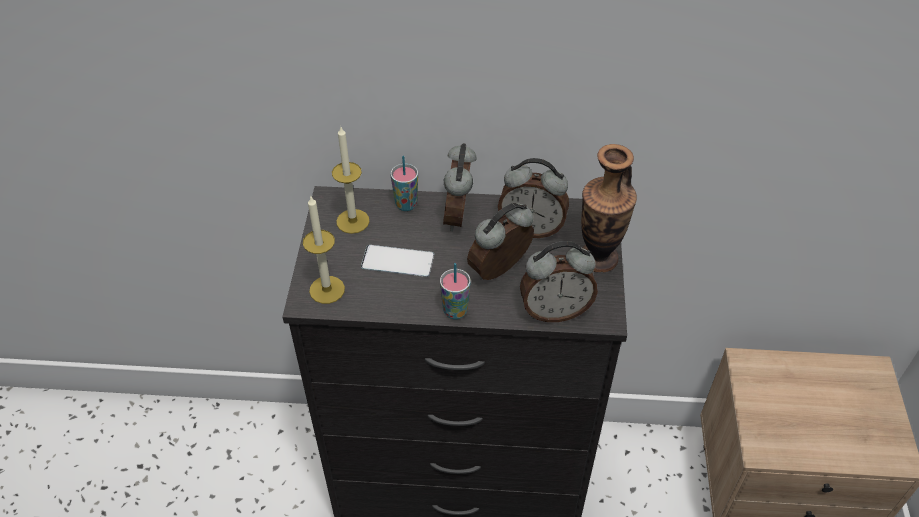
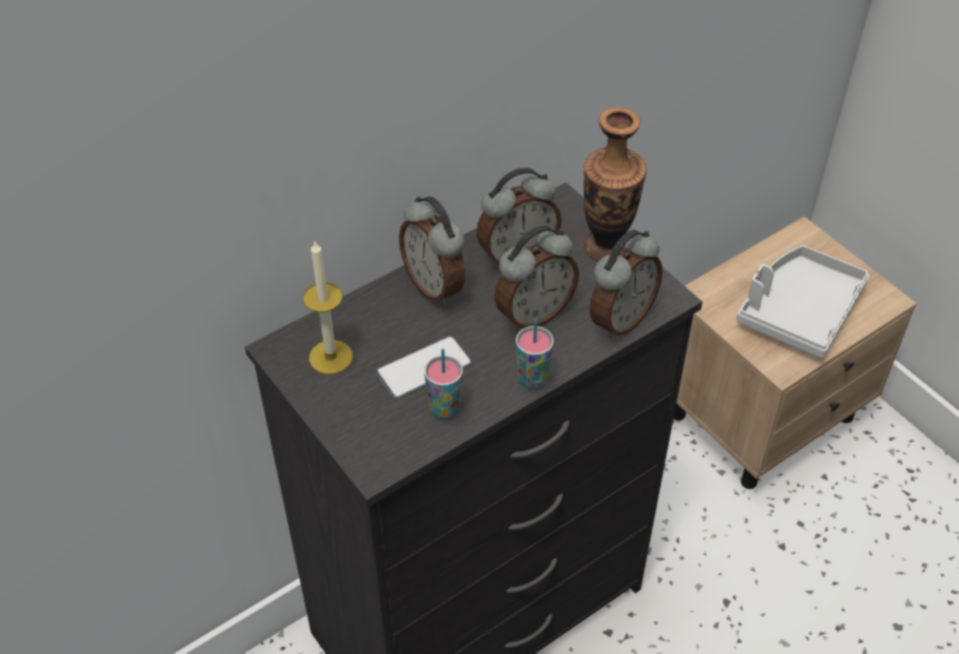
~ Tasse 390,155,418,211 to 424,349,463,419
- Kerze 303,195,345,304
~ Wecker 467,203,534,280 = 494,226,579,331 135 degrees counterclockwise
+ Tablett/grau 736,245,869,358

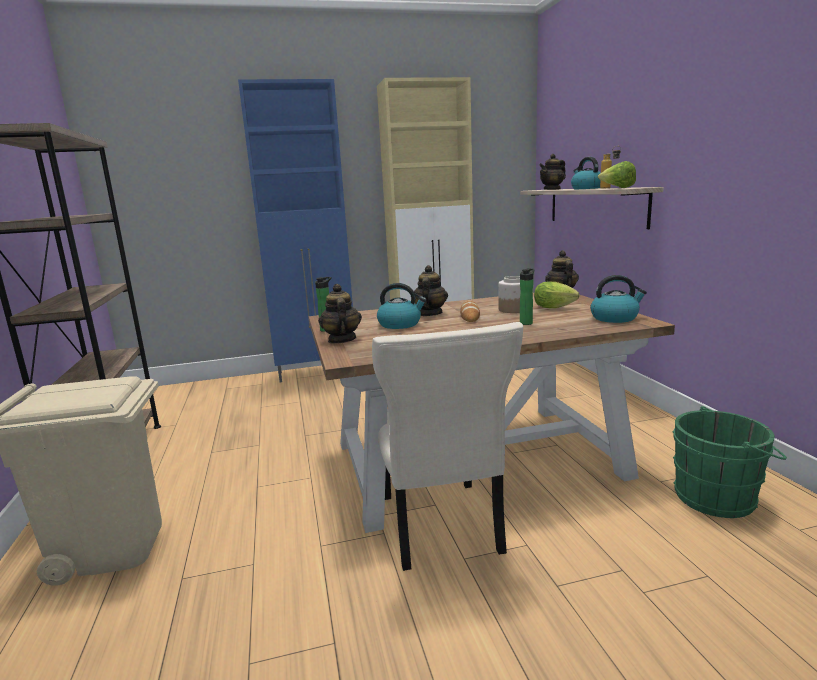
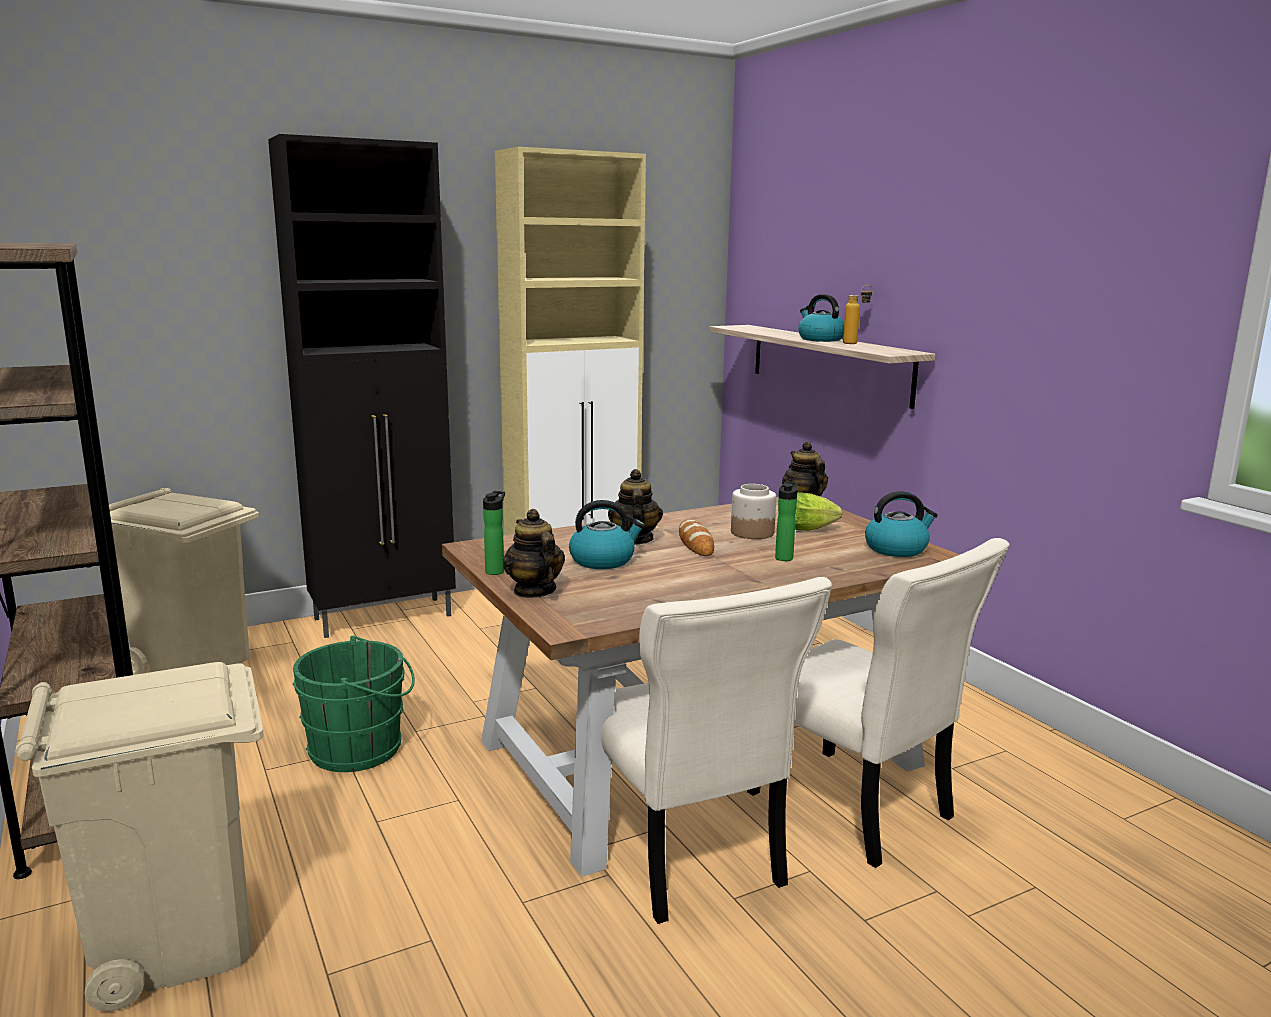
~ Schrank/blau 238,79,353,383 to Schrank/schwarz 268,134,456,638
- Teekanne 539,154,566,190
- Salatkopf 598,161,636,188
~ Eimer/grün 673,406,787,518 to 293,635,415,772
+ Mülleimer/beige 109,488,259,675
+ Stuhl/beige 747,538,1010,868

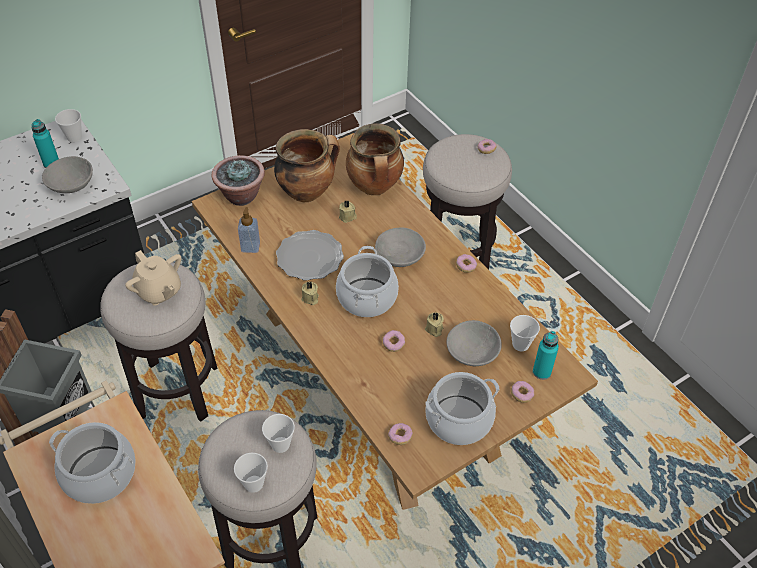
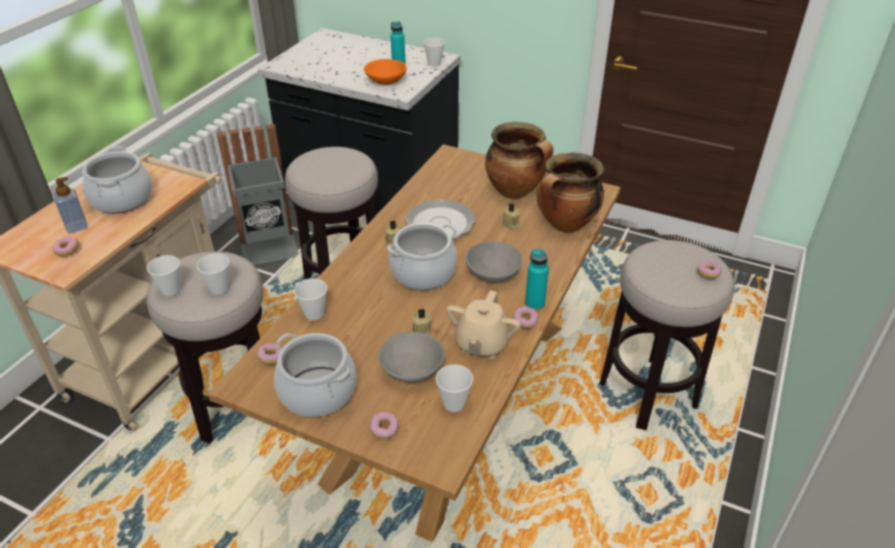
- Topfpflanze 211,155,265,206
~ Schüssel/grau 42,156,93,193 to Schüssel/orange 364,59,407,85
~ Seifenspender 238,207,260,253 to 53,177,88,233
~ Teekanne/beige 125,250,181,305 to 446,290,521,359
~ Donut 383,330,405,352 to 53,237,79,257
~ Flasche/türkis 533,331,559,380 to 525,249,549,310
+ Tasse 294,278,327,320

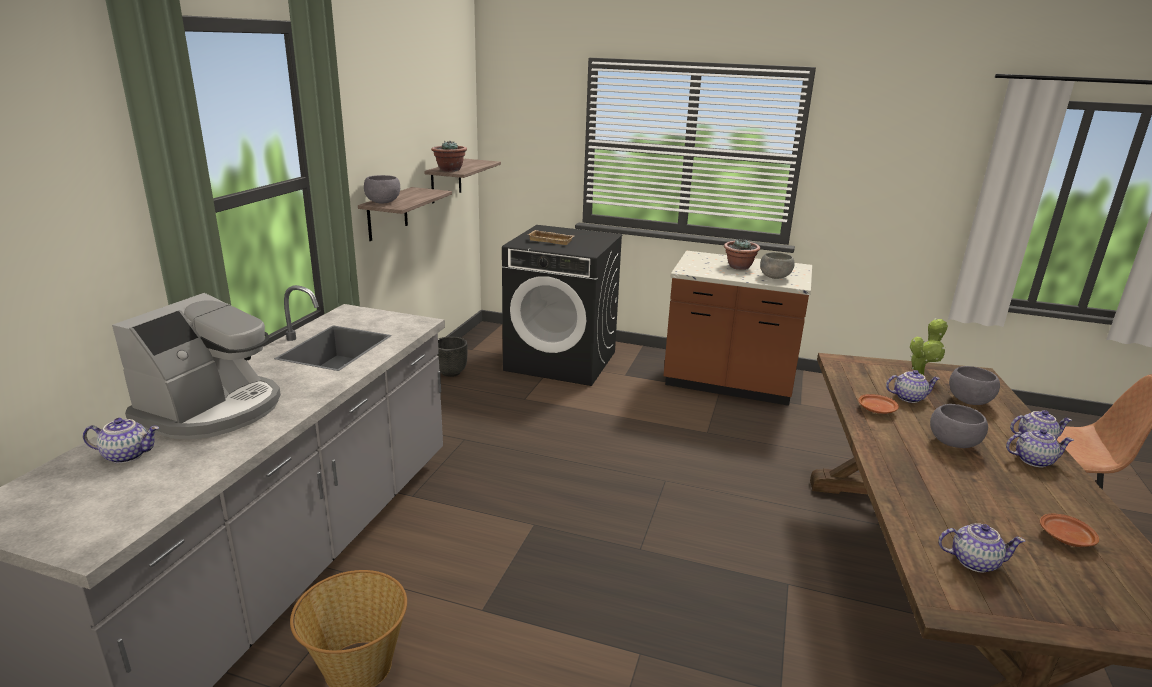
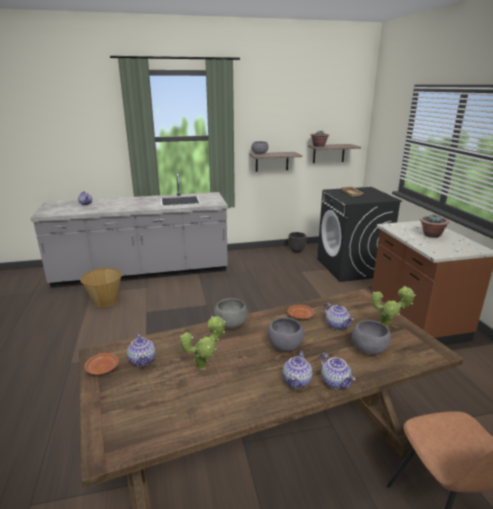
~ Schüssel/grau 760,252,795,279 to 214,298,247,328
- Kaffeemaschine 112,293,281,440
~ Teekanne 1006,429,1074,467 = 283,351,312,388 45 degrees clockwise
~ Teller/braun 1040,514,1099,547 to 84,353,119,375
+ Topfpflanze 180,316,226,370

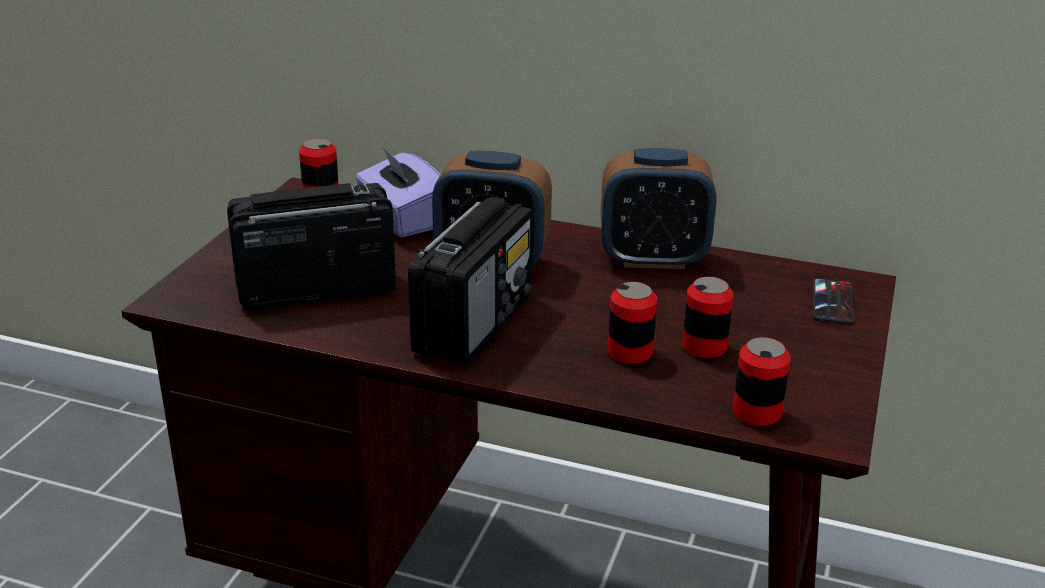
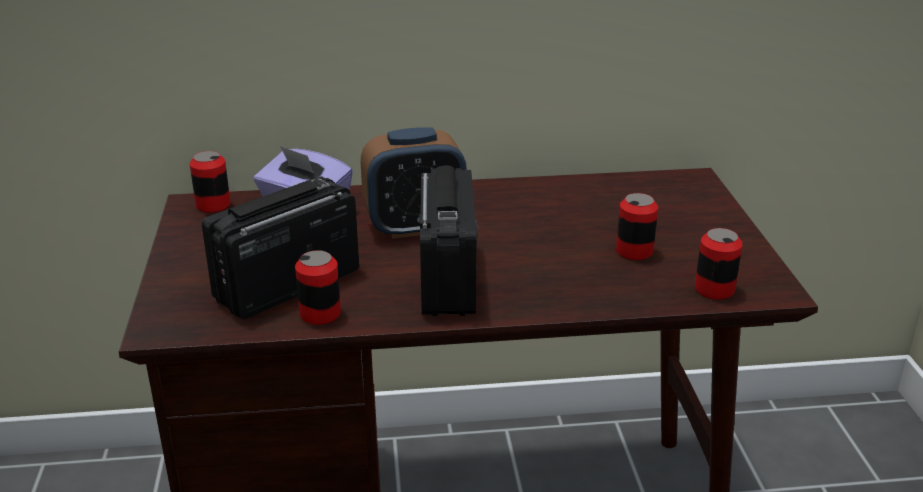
- Wecker 601,148,716,269
- Handy 813,278,855,325
~ Dose 607,282,657,364 to 295,250,341,325

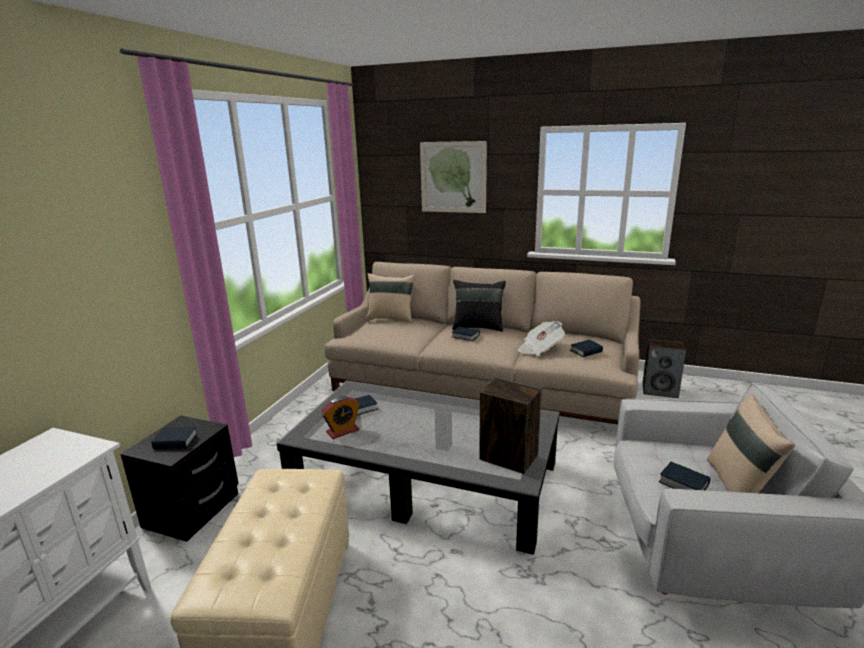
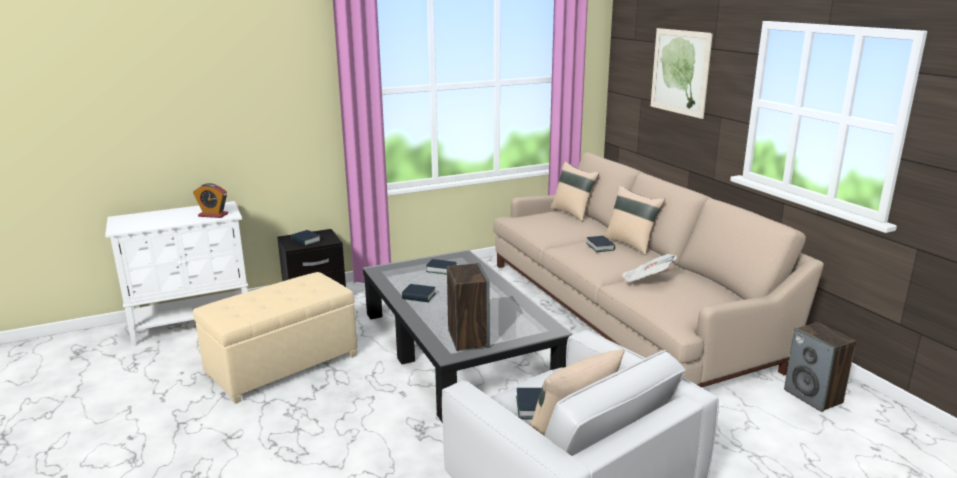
~ Kissen/schwarz 452,280,506,332 to Kissen/beige 604,185,665,255
~ Buch 570,340,603,357 to 402,284,436,302
~ Wecker 321,396,360,439 to 193,183,228,218

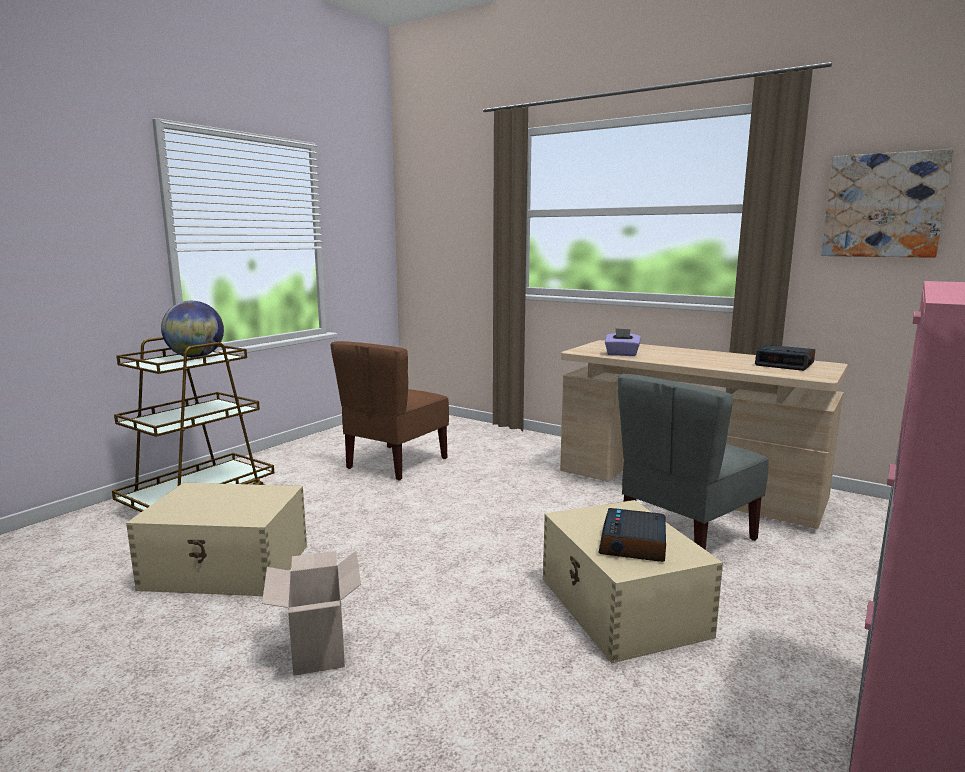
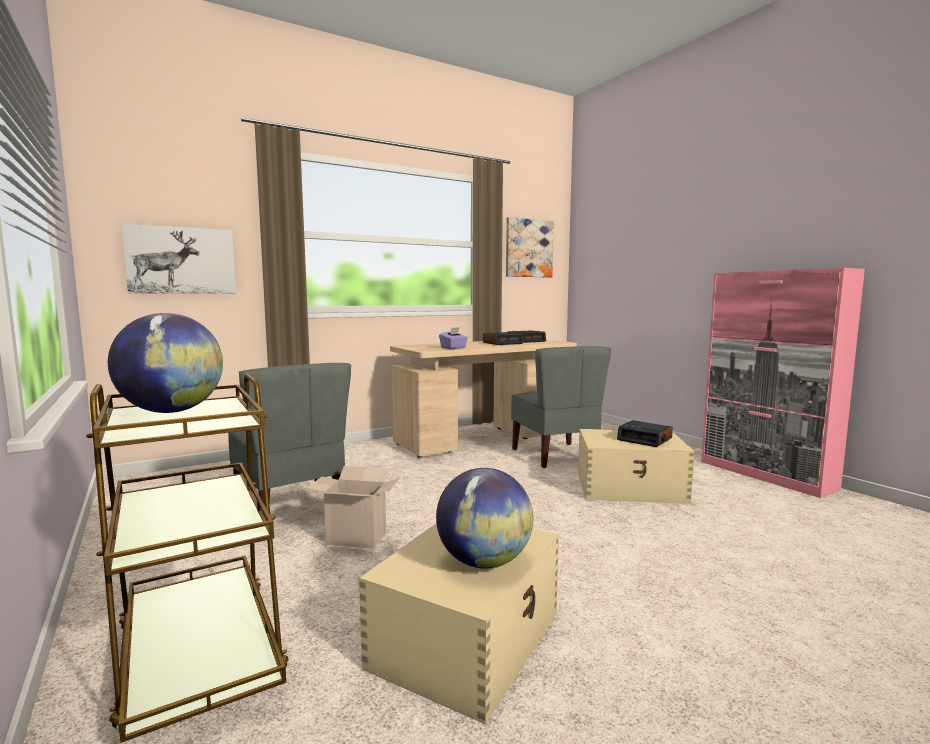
~ Stuhl/braun 330,341,449,480 to Stuhl/grau 228,363,351,516
~ Karton 262,551,361,676 to 306,466,401,549
+ Bild 121,223,236,294
+ Wecker 483,332,523,345
+ Globus 436,468,533,568

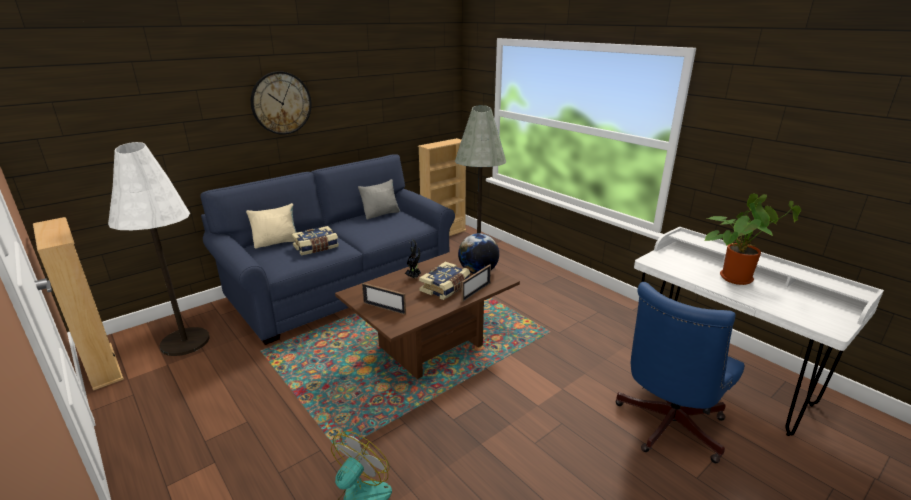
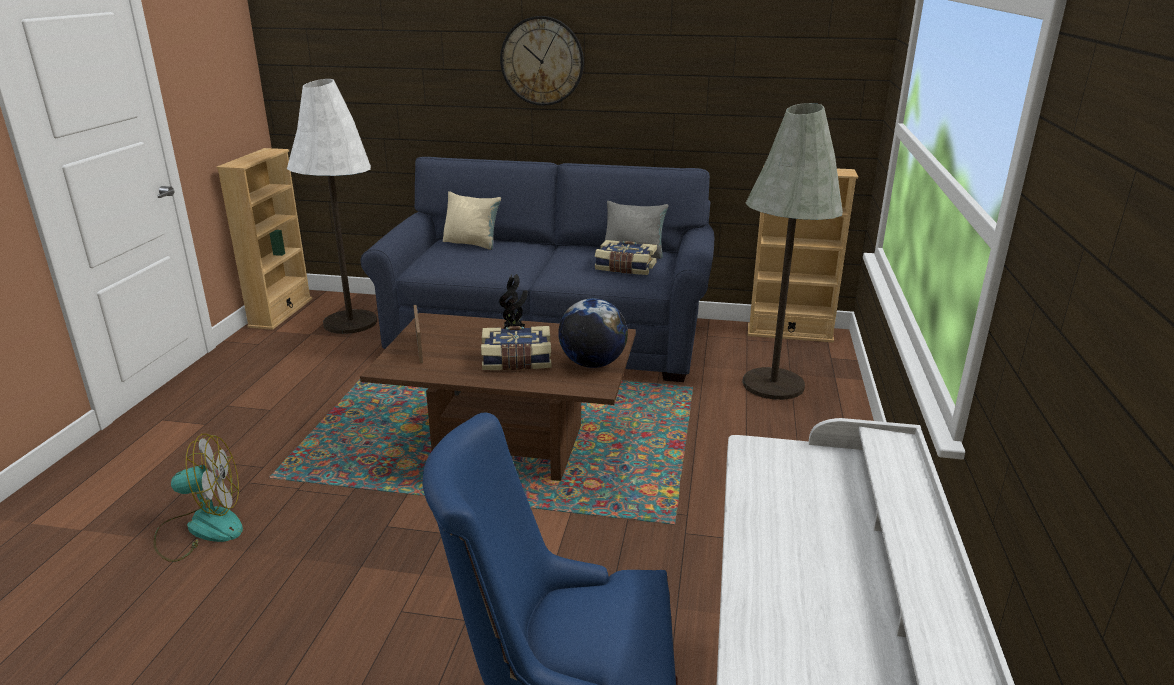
- Topfpflanze 704,194,801,285
~ Buch 291,226,339,255 to 595,240,657,275
- Bilderrahmen 461,264,491,302

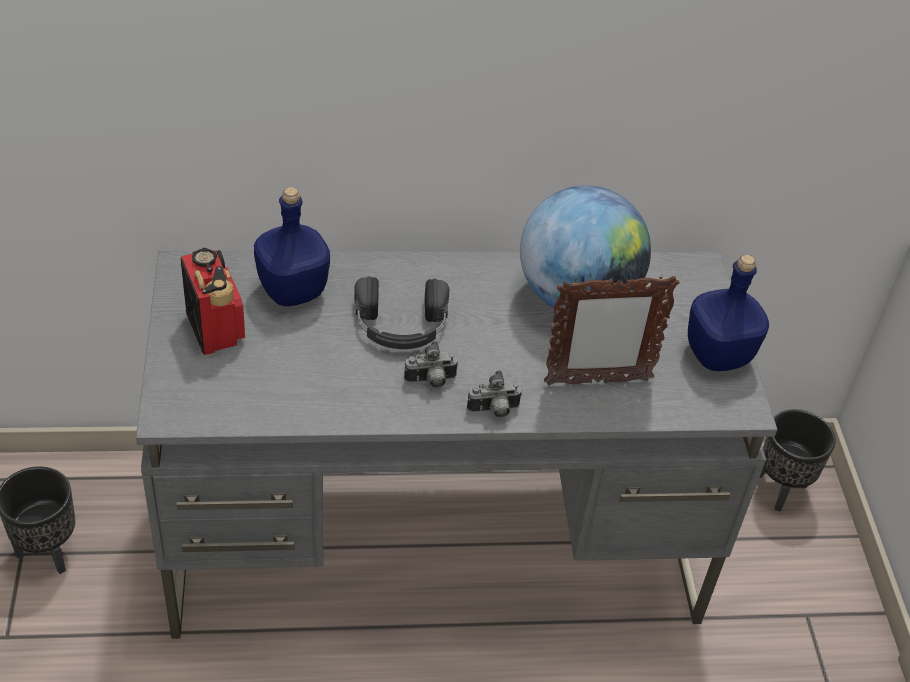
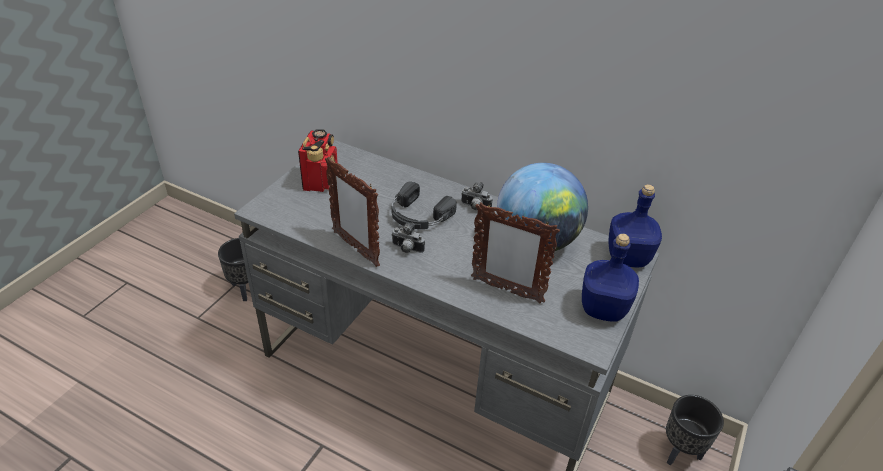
~ Flasche/blau 254,187,330,306 to 608,184,662,268
~ Kamera 467,370,522,418 to 461,182,492,210
+ Bilderrahmen 325,157,380,267

